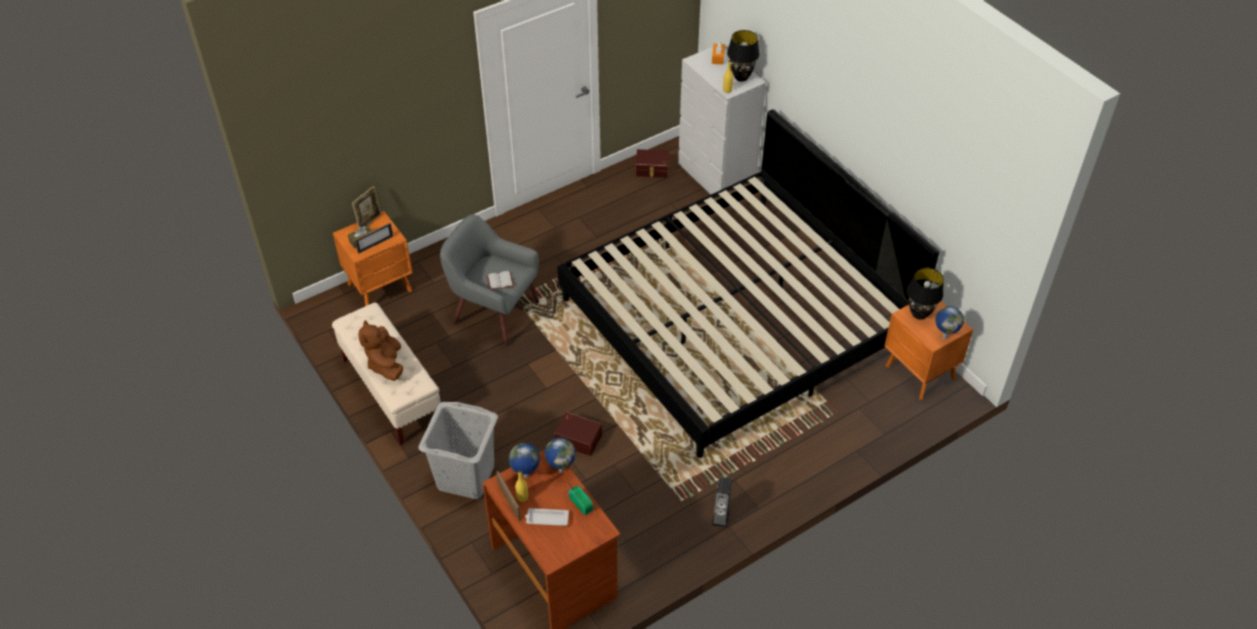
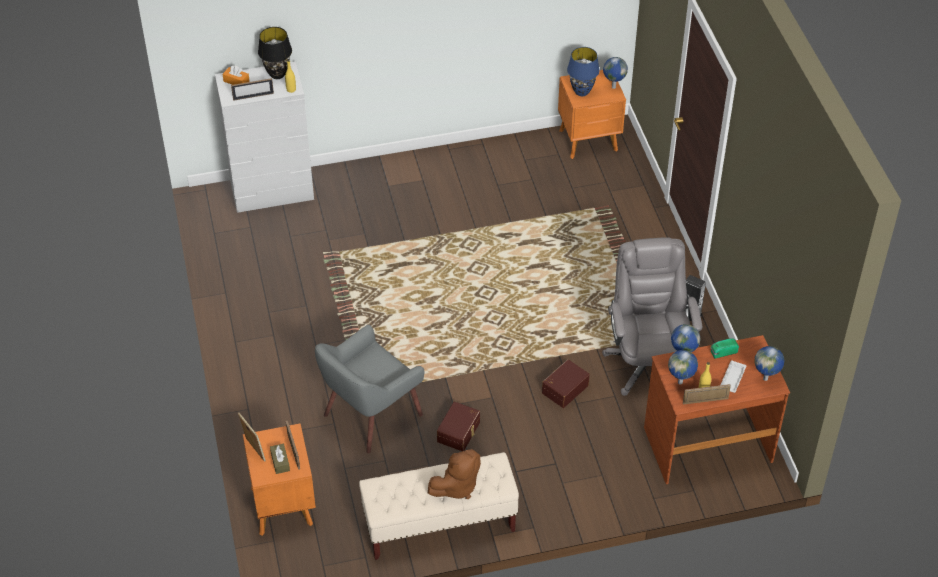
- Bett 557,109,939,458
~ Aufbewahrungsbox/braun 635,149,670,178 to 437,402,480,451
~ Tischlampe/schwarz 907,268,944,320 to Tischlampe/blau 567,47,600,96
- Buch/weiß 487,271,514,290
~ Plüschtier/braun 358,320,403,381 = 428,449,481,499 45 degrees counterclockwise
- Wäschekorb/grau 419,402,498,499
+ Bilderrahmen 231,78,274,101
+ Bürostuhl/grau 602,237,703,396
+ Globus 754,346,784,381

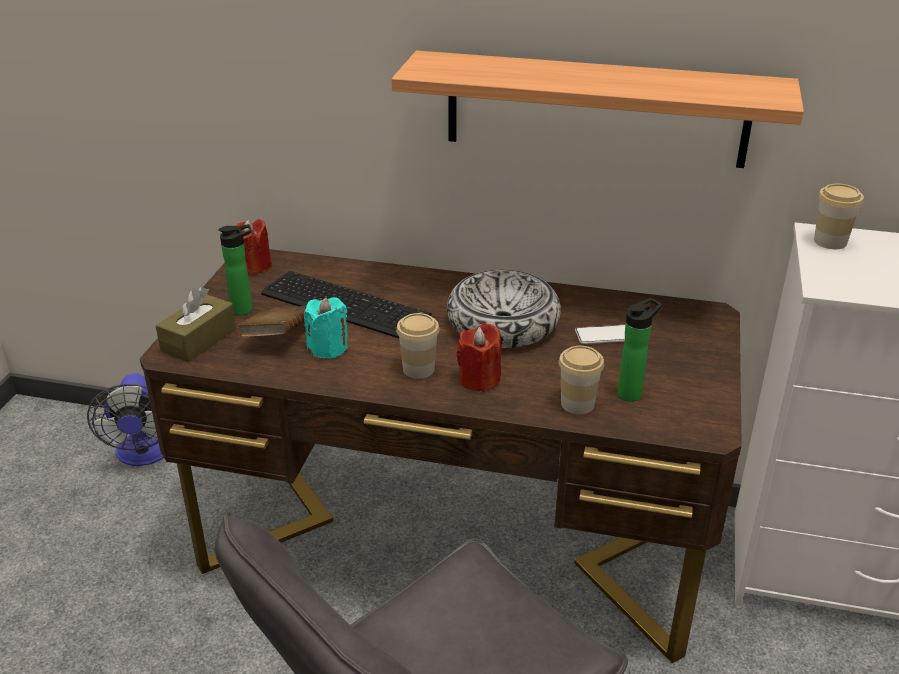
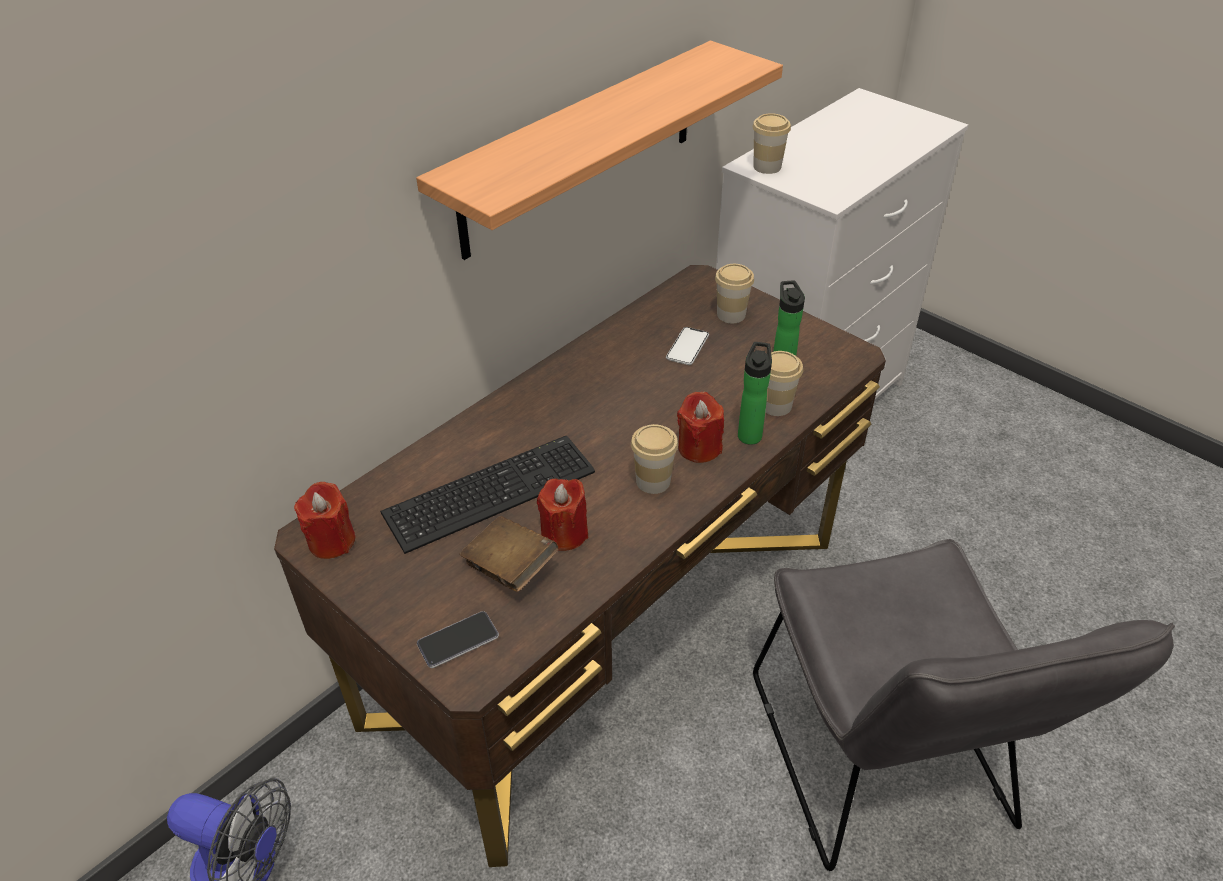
~ Flasche 218,224,252,315 to 738,342,772,445
- Schüssel 447,270,561,348
~ Taschentuchbox/braun 156,287,236,362 to Handy 417,611,499,668
~ Kerze/türkis 304,297,348,359 to Kerze/rot 537,478,588,551
+ Tasse 715,264,754,323

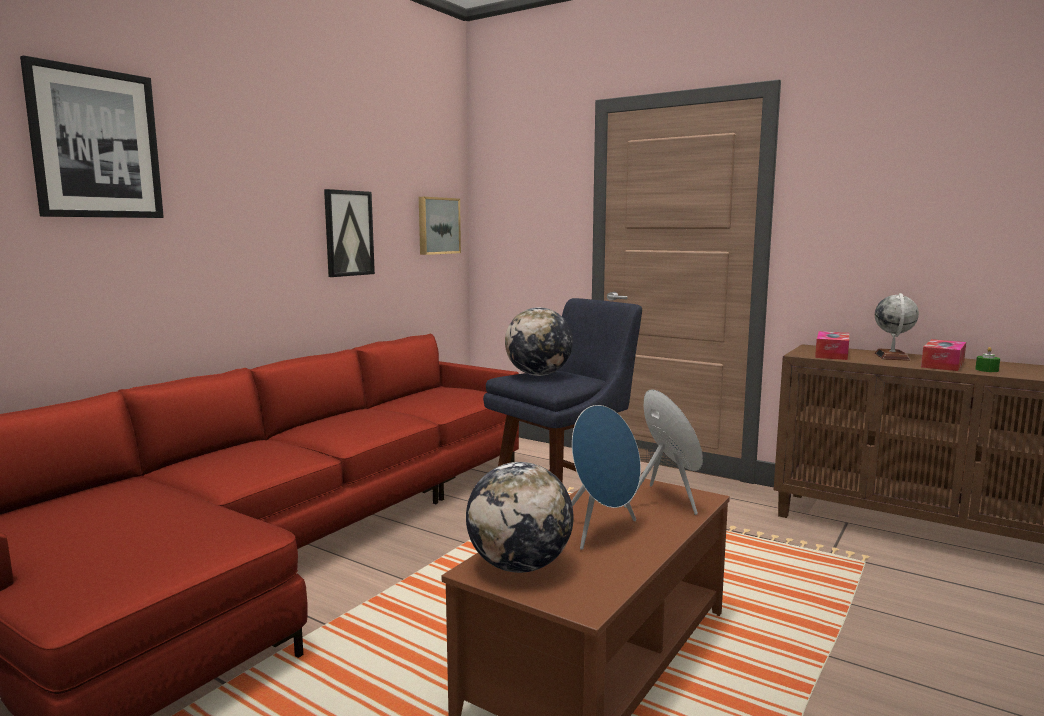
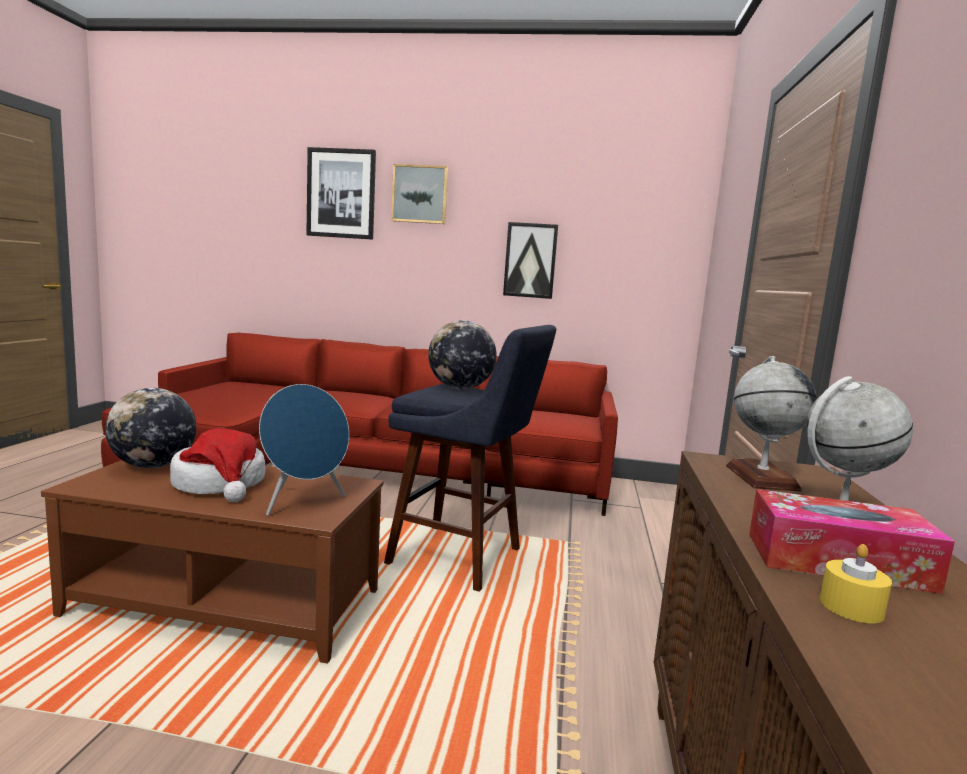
~ Bild 419,197,461,255 to 391,164,448,224
~ Taschentuchbox 815,331,849,360 to Globus 726,356,817,491
~ Kerze/grün 975,347,1000,372 to Kerze/gelb 820,544,892,623
~ Lautsprecher/blau 571,405,641,550 to Hut 170,429,266,502

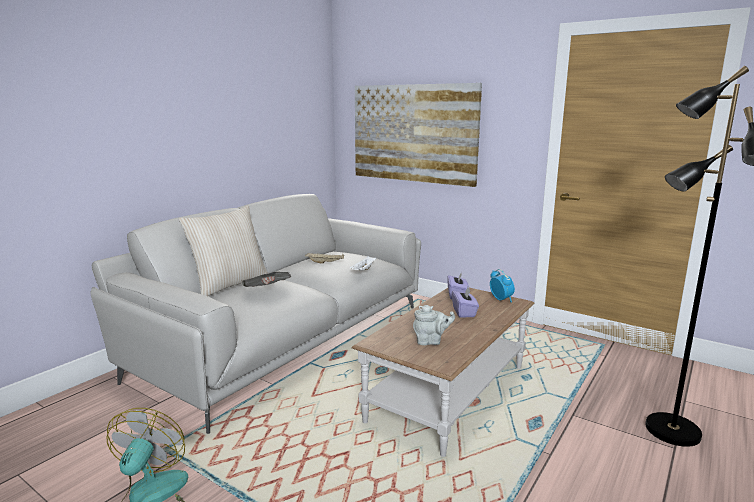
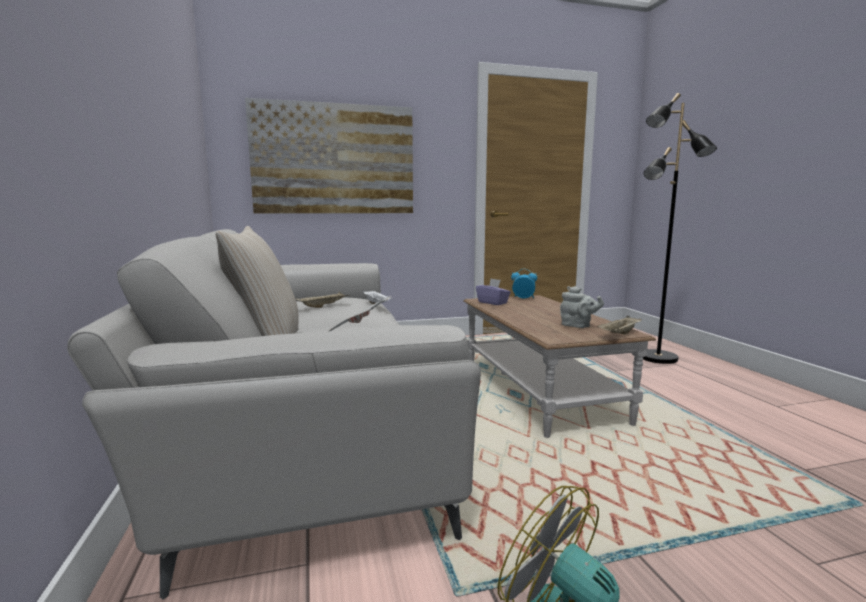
- Taschentuchbox/lila 452,287,479,318
~ Teekanne/grau 413,305,455,345 = 560,286,604,328 90 degrees clockwise
+ Tablett/beige 597,316,642,334

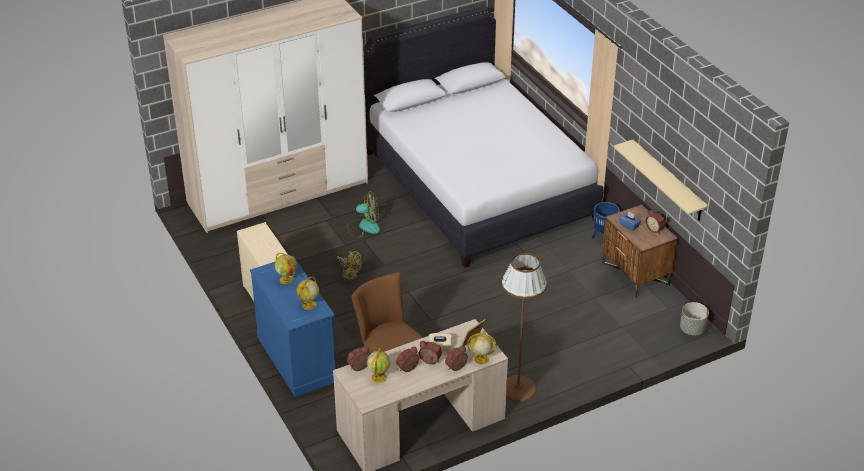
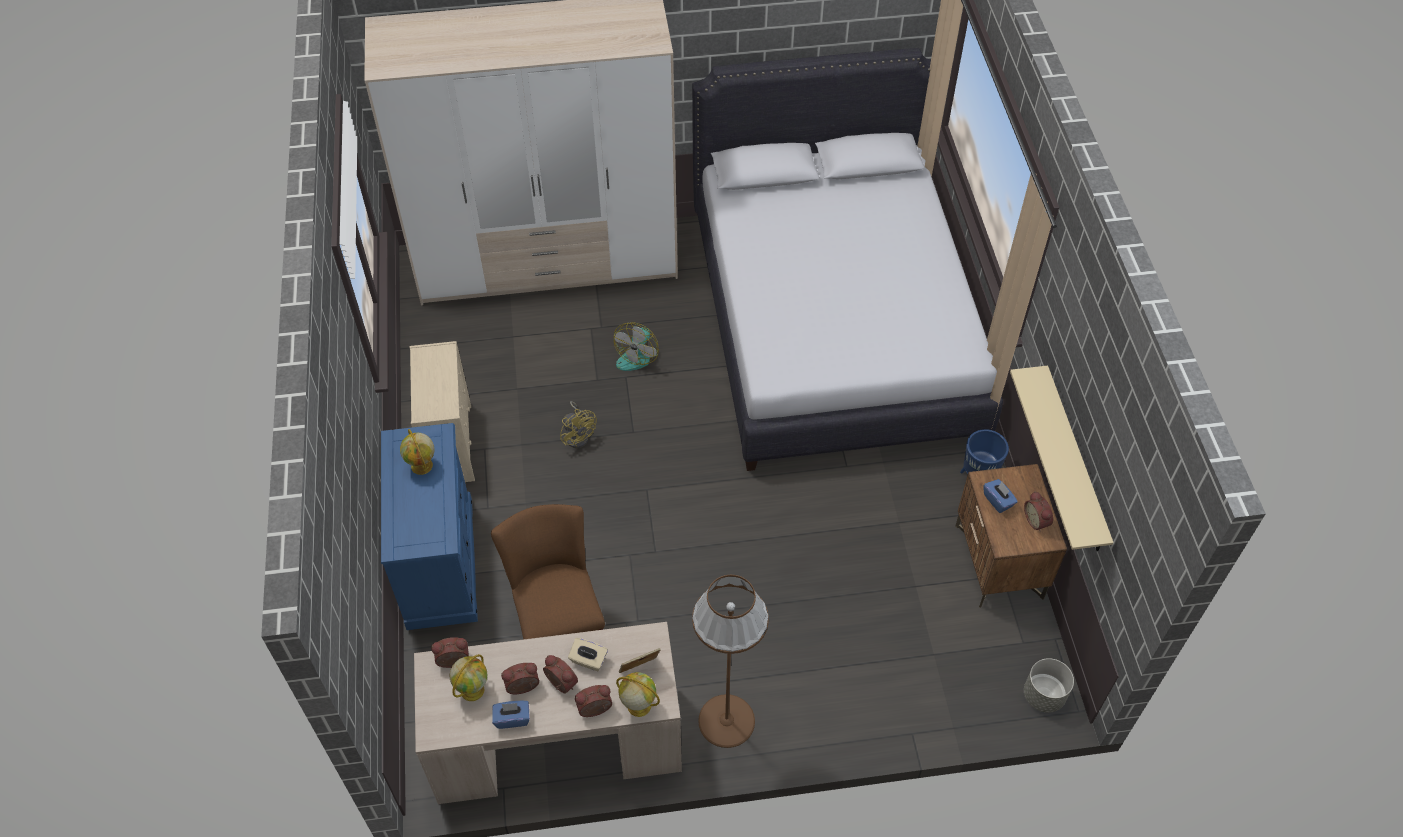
~ Ventilator 347,191,380,238 = 614,322,659,371 90 degrees clockwise
- Globus 297,277,319,310
+ Taschentuchbox/blau 492,701,530,729

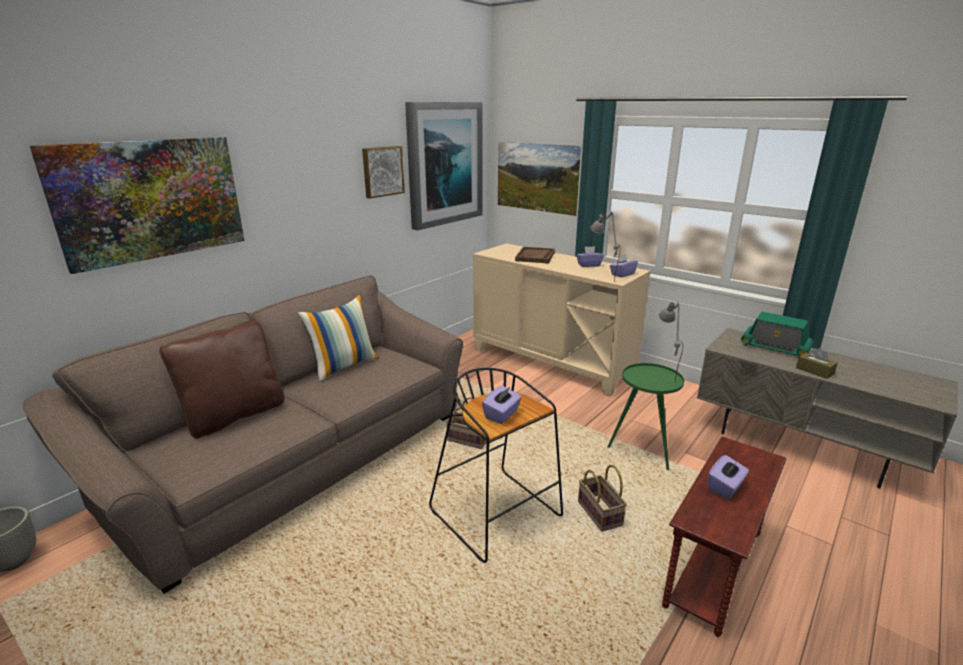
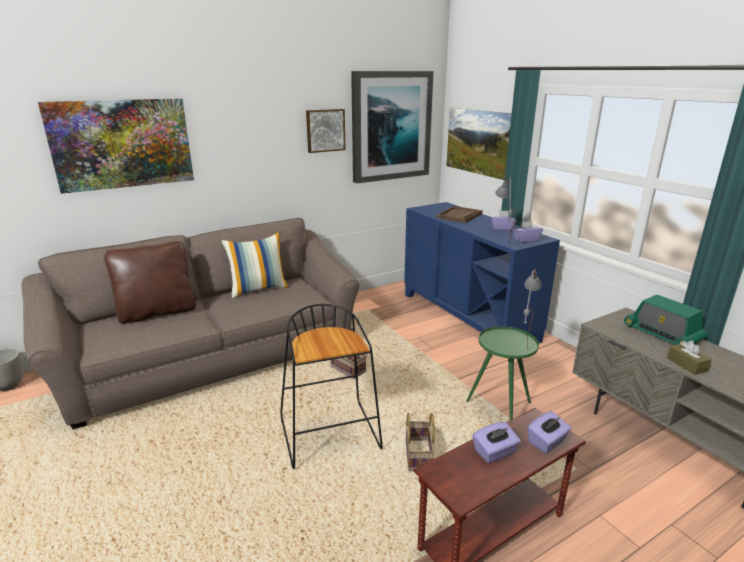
~ Schrank/beige 473,243,650,397 to Schrank/blau 404,202,560,343
~ Taschentuchbox/lila 482,386,522,424 to 527,411,572,453

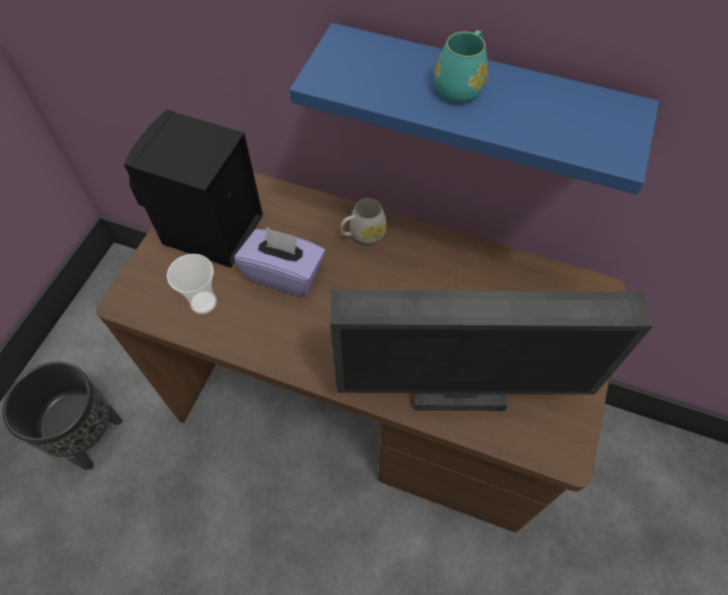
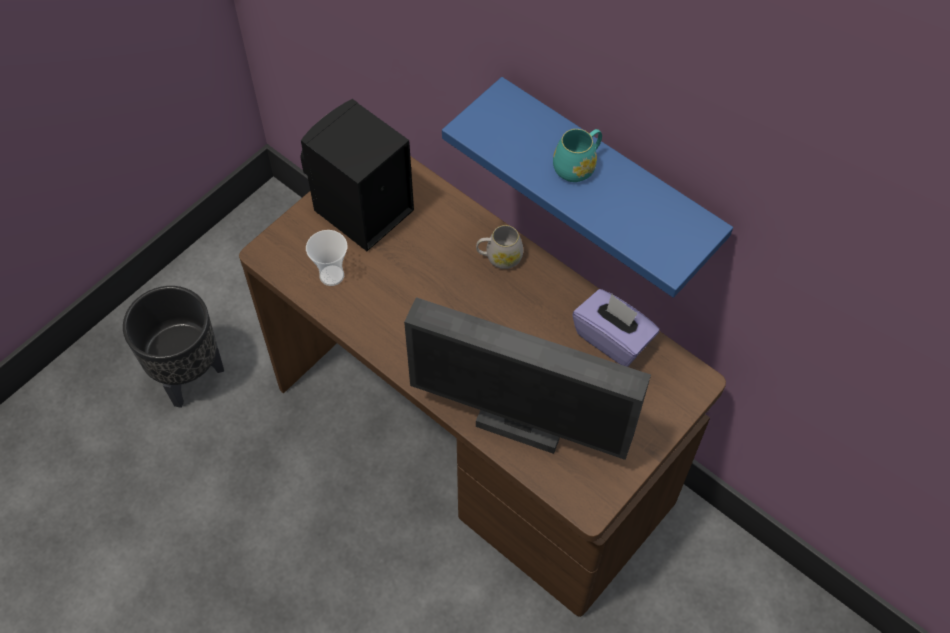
~ Taschentuchbox/lila 234,227,326,297 to 572,289,659,367

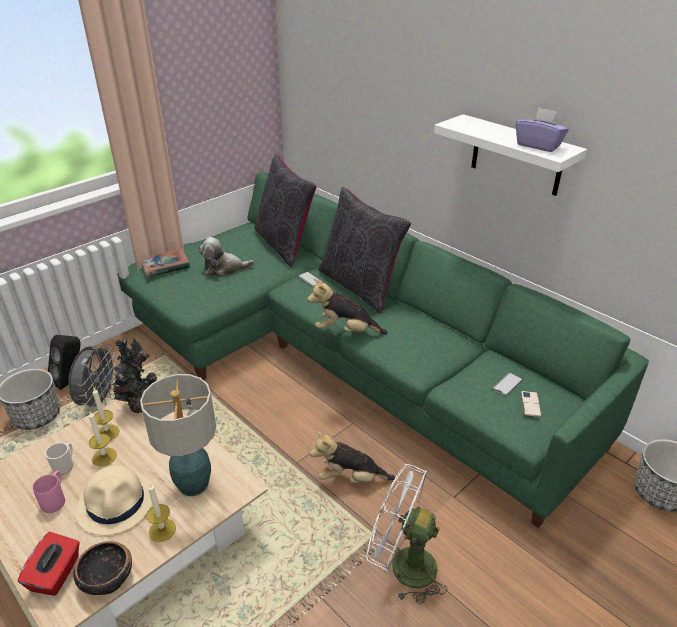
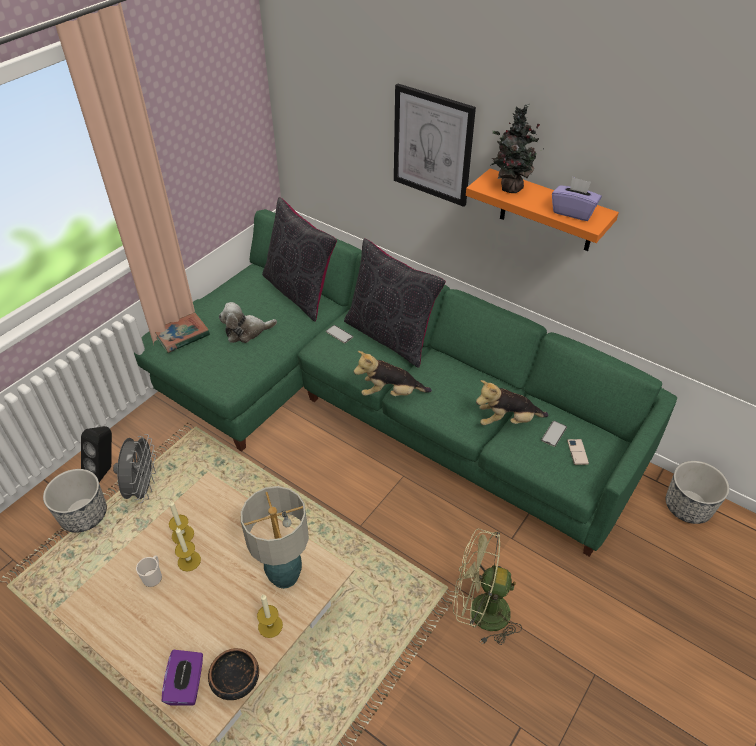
~ Wandregal/weiß 434,114,587,196 to Wandregal/orange 466,168,619,251
~ Topfpflanze 108,338,158,413 to 490,104,544,193
~ Plüschtier 310,431,395,483 to 476,380,548,425
~ Ventilator/weiß 366,464,447,604 to Ventilator/grün 453,529,522,645
- Hut/beige 75,465,155,535
- Henkelbecher/rosa 33,471,65,513
~ Taschentuchbox/rot 18,532,80,596 to Taschentuchbox/lila 162,650,203,706
+ Bild 394,83,476,207

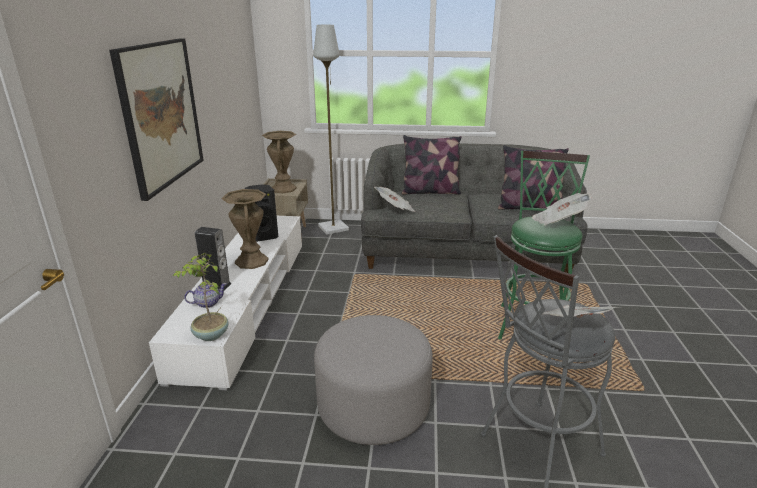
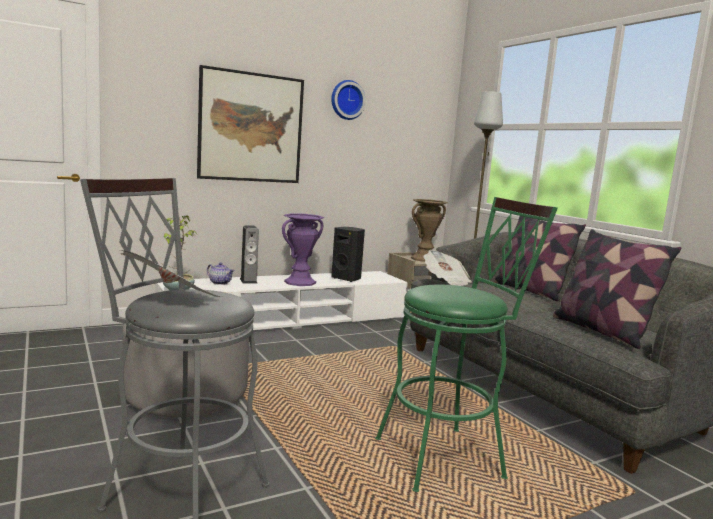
~ Vase/braun 222,189,269,269 to Vase/lila 282,213,324,286
- Zeitung 532,193,592,225
+ Wanduhr 331,80,366,120

